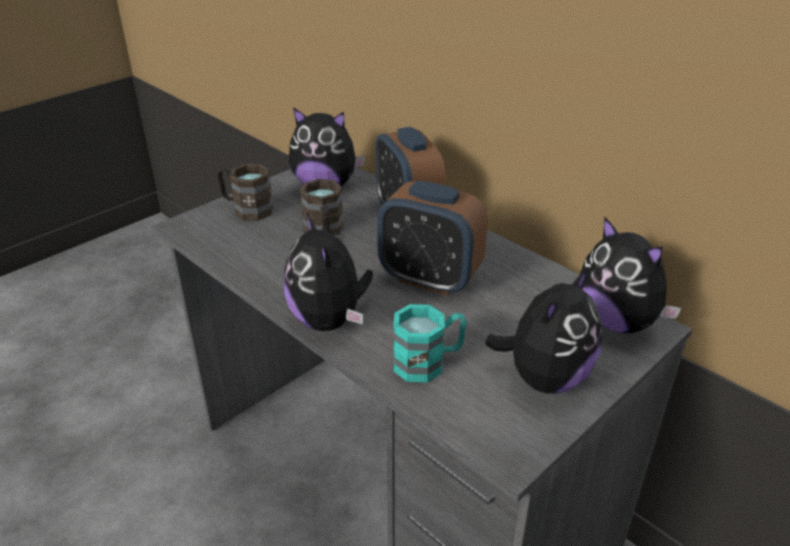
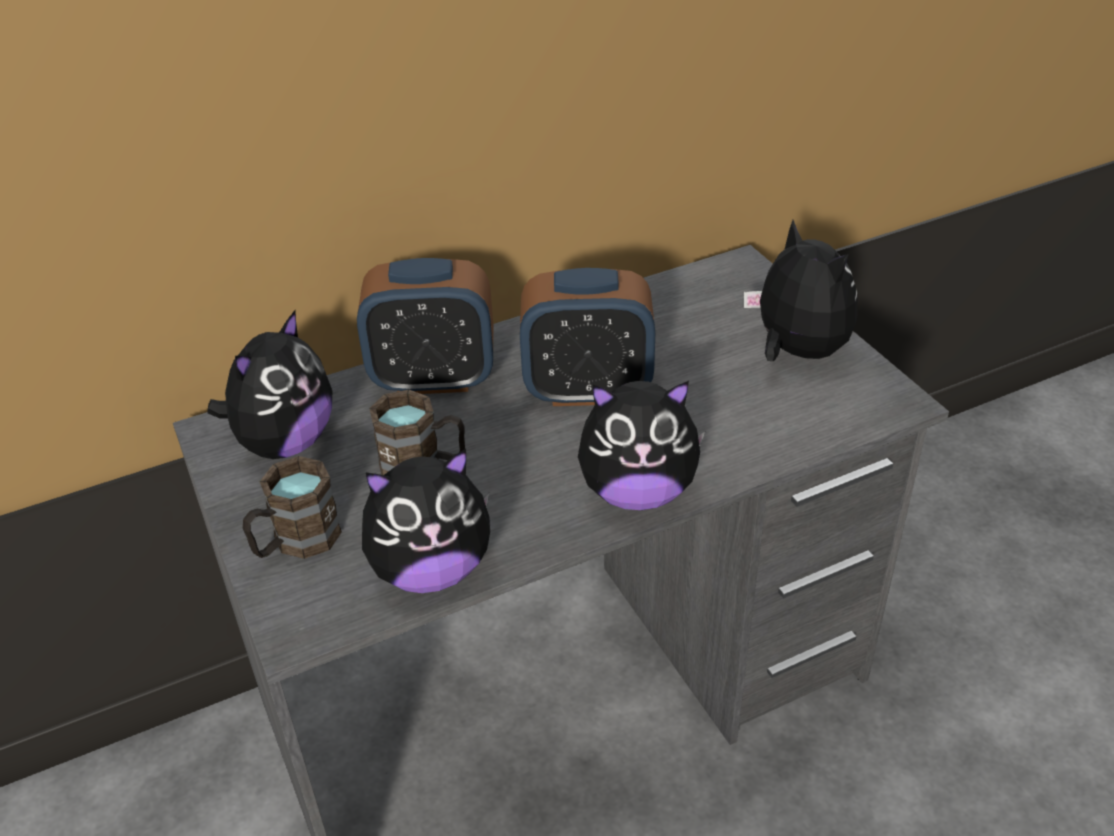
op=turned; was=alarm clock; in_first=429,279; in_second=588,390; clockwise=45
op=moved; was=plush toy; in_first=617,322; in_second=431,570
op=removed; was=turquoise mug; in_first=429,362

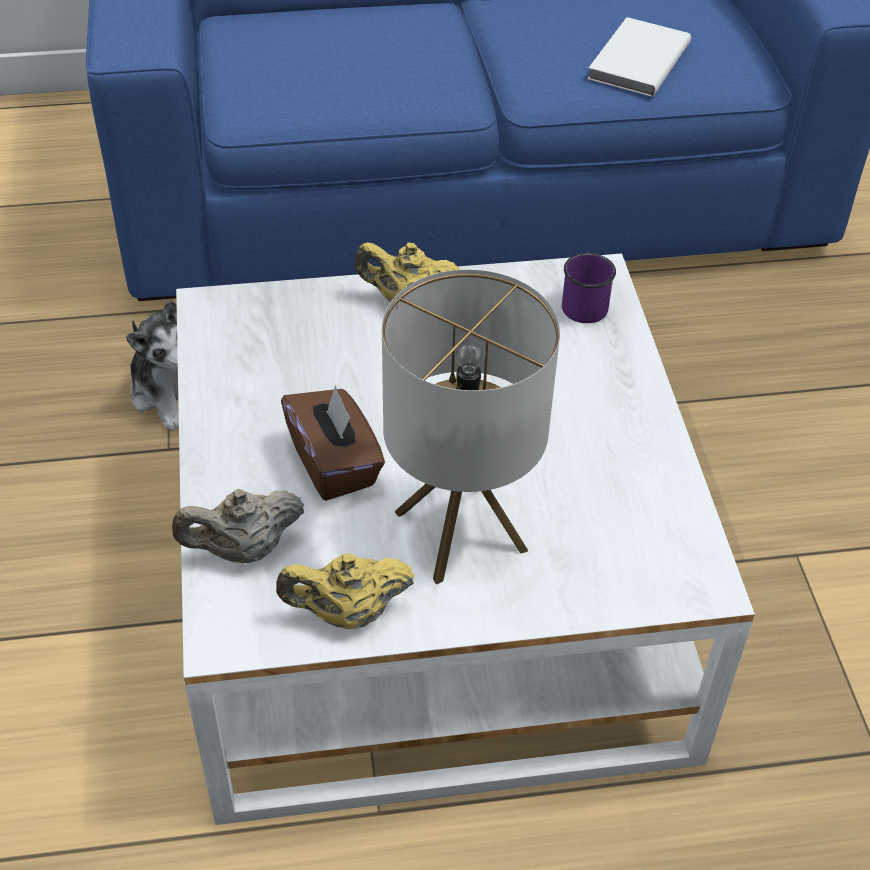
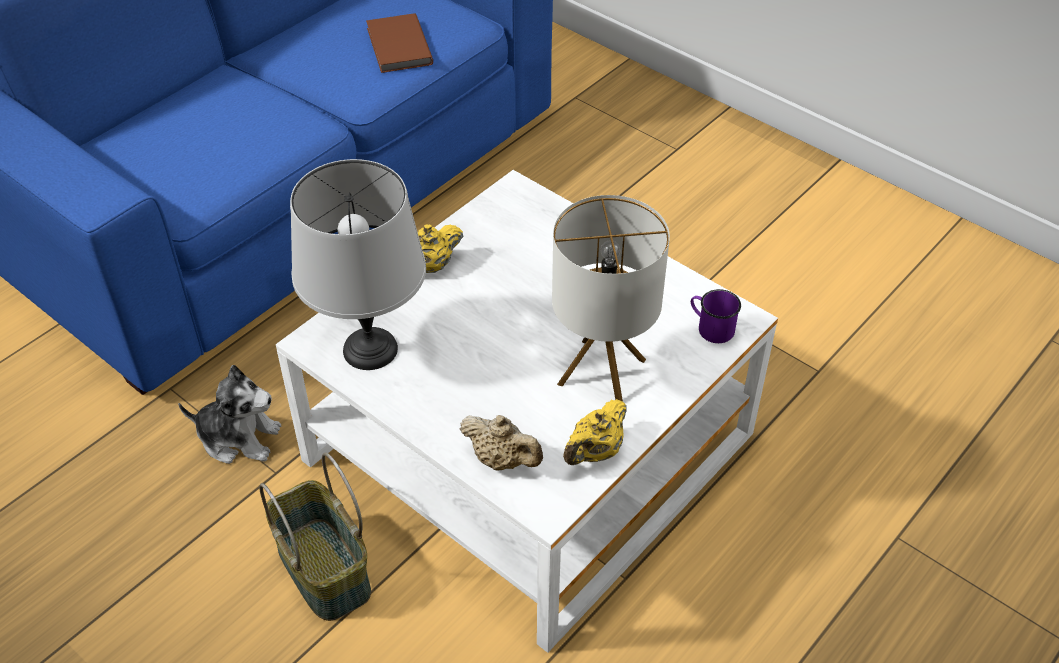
op=recoloured; was=white book; now=brown book; in_first=635,61; in_second=397,47
op=moved; was=purple mug; in_first=582,303; in_second=711,327
op=removed; was=brown tissue box; in_first=334,464
op=turned; was=beige teapot; in_first=243,550; in_second=502,459; clockwise=-90
op=added; now=grey table lamp; in_second=371,350
op=added; now=basket; in_second=322,569

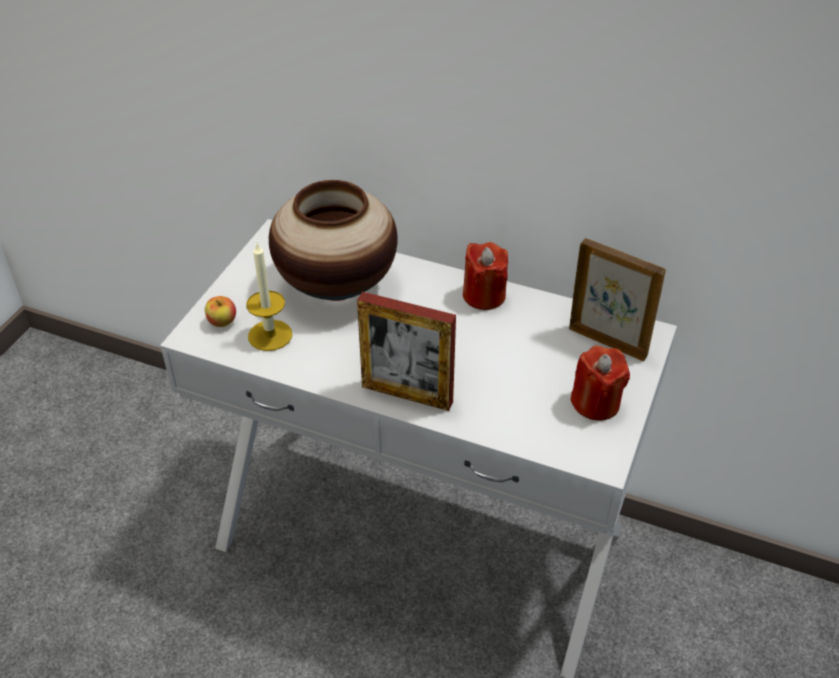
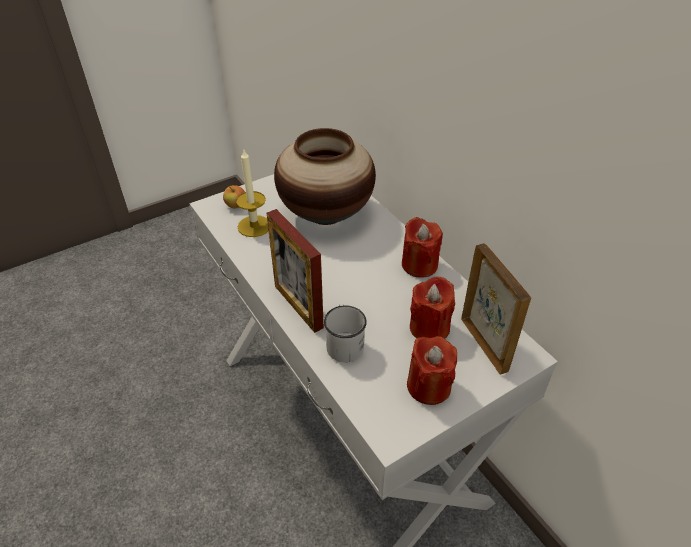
op=added; now=red candle; in_second=429,327
op=added; now=white mug; in_second=344,342

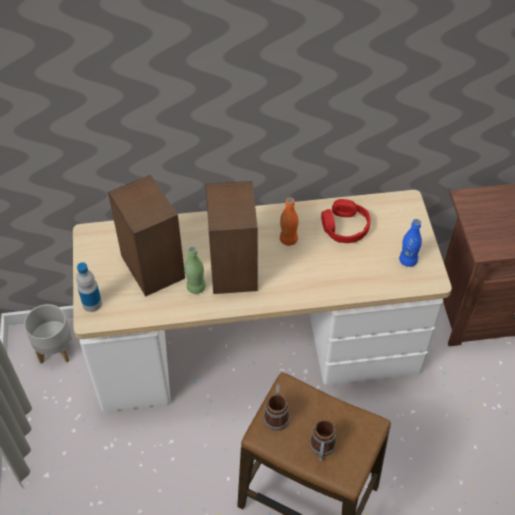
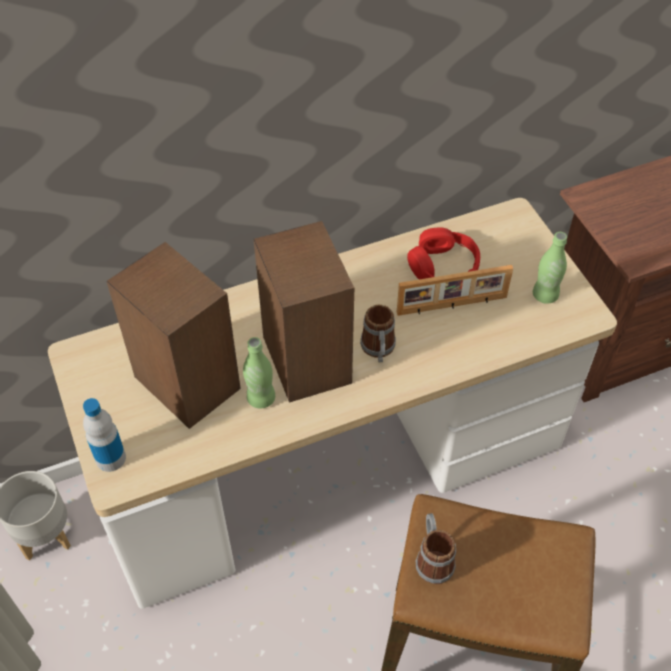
op=removed; was=orange bottle; in_first=288,239
op=recoloured; was=blue bottle; now=green bottle; in_first=408,260; in_second=545,295
op=moved; was=mug; in_first=321,449; in_second=378,350
op=added; now=picture frame; in_second=452,306

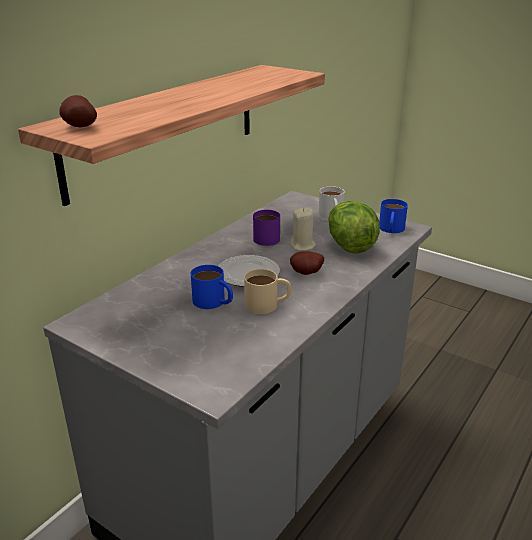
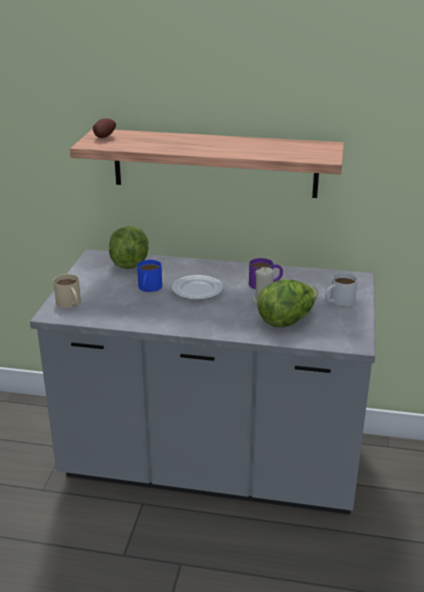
op=removed; was=blue mug; in_first=391,230
op=removed; was=potato; in_first=307,273
op=moved; was=beige mug; in_first=267,304; in_second=70,304
op=added; now=lettuce; in_second=129,262

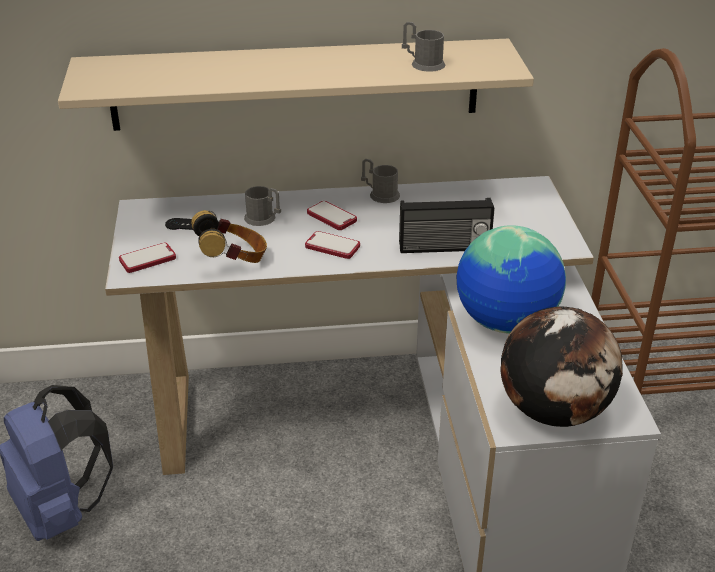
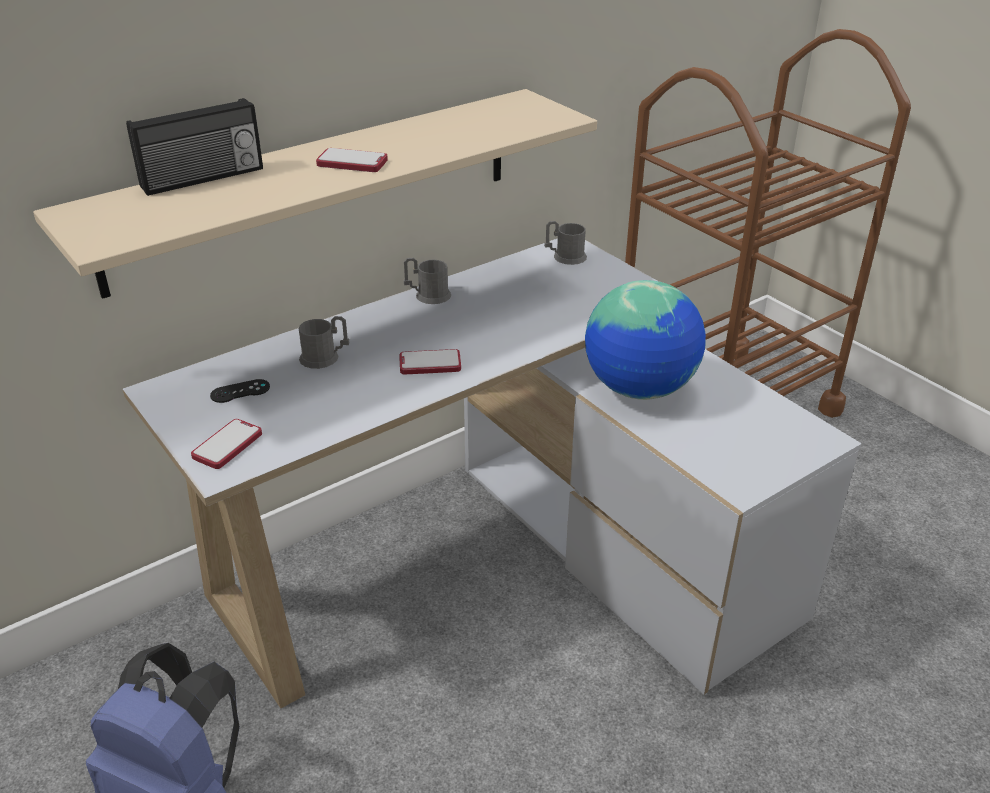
op=moved; was=grey mug; in_first=423,64; in_second=565,257
op=moved; was=radio; in_first=444,248; in_second=203,179
op=moved; was=phone; in_first=331,217; in_second=352,162
op=removed; was=headphones; in_first=233,260
op=removed; was=globe; in_first=554,411

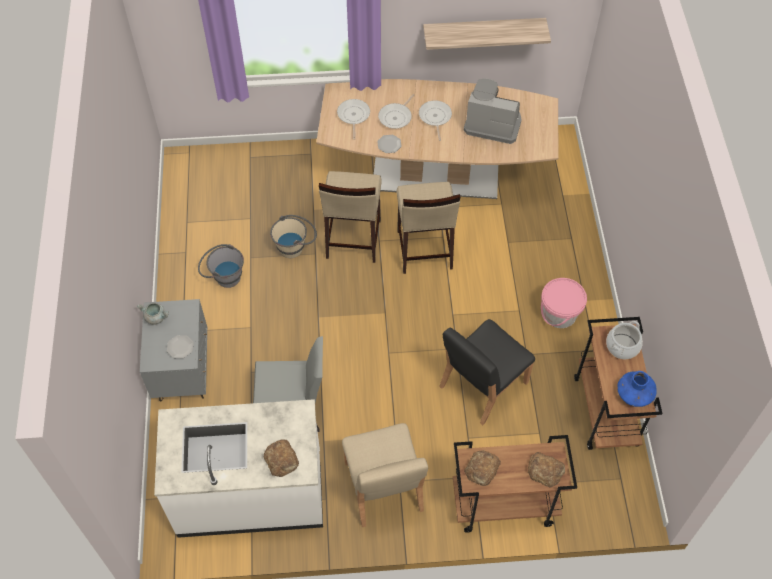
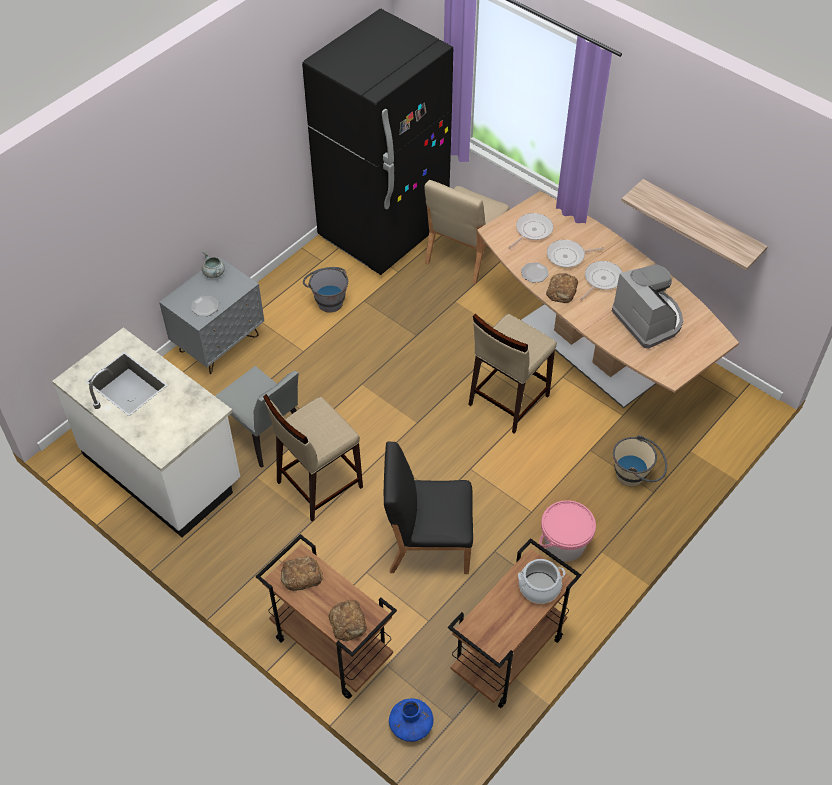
op=moved; was=beige stool; in_first=352,239; in_second=318,484
op=moved; was=beige bucket; in_first=295,246; in_second=636,476
op=moved; was=blue vase; in_first=634,394; in_second=411,724
op=moved; was=beige chair; in_first=383,487; in_second=464,253
op=moved; was=bread; in_first=282,460; in_second=562,291
op=added; now=black fridge; in_second=384,230

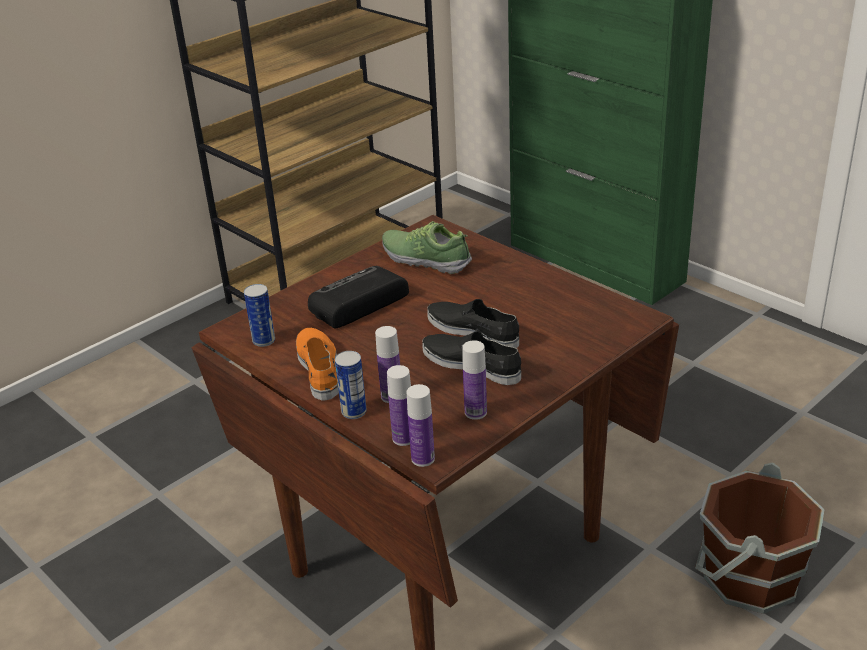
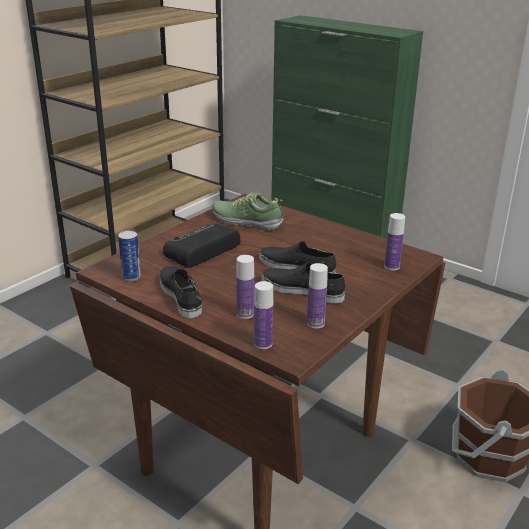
op=recoloured; was=orange shoe; now=black shoe; in_first=319,368; in_second=181,295
op=removed; was=can; in_first=354,412
op=moved; was=bottle; in_first=423,459; in_second=391,266

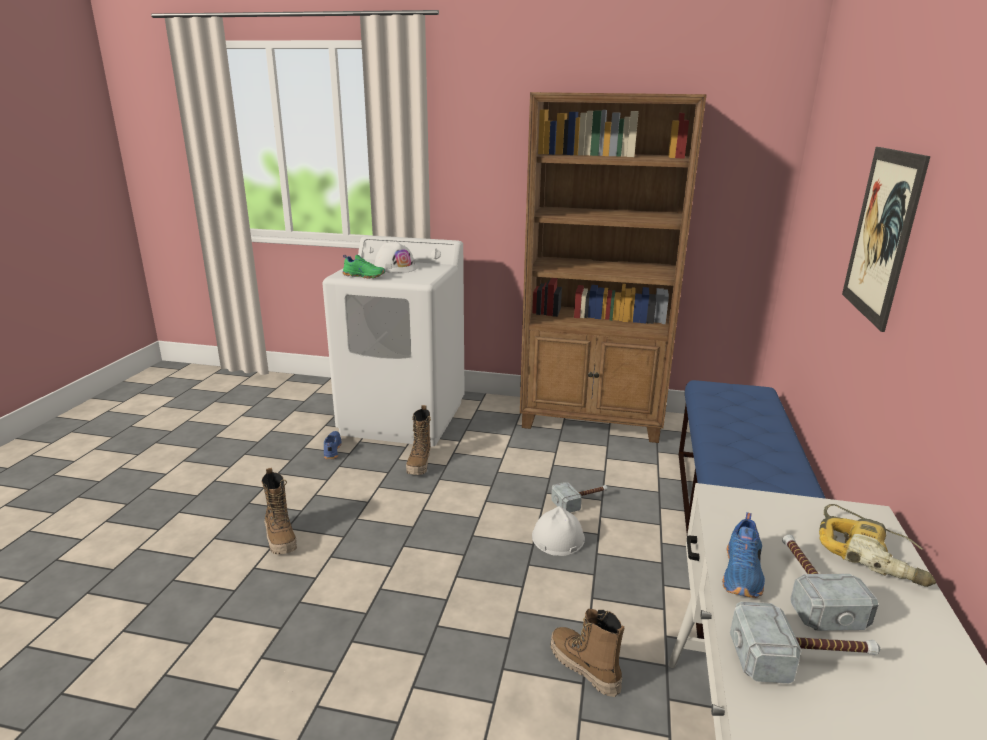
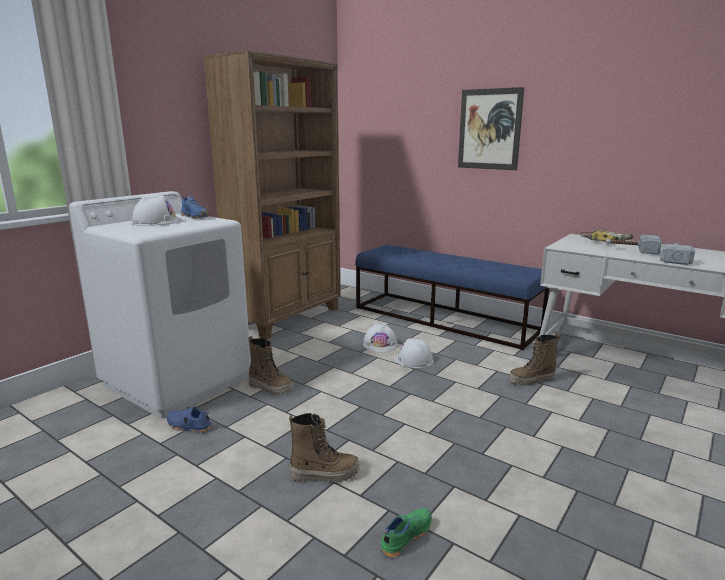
op=moved; was=green shoe; in_first=364,276; in_second=405,536
op=replaced; was=hammer; now=white hard hat; in_first=581,501; in_second=380,344
op=moved; was=blue shoe; in_first=743,574; in_second=196,217

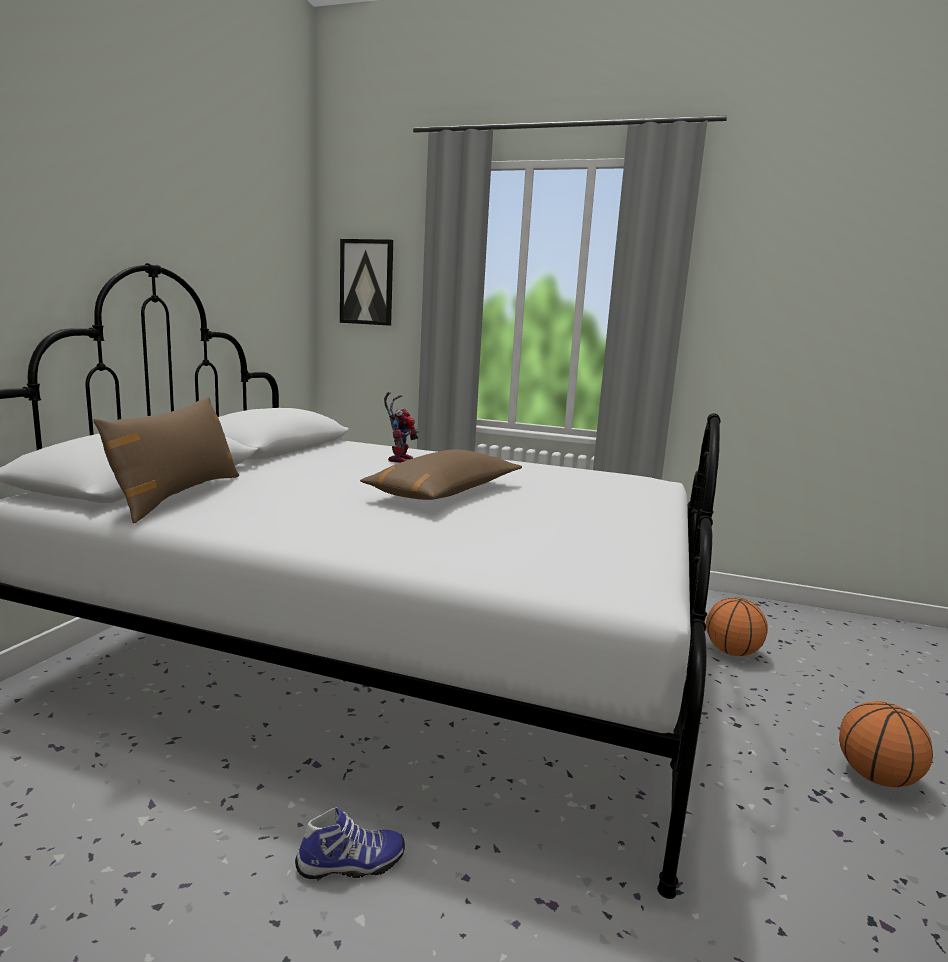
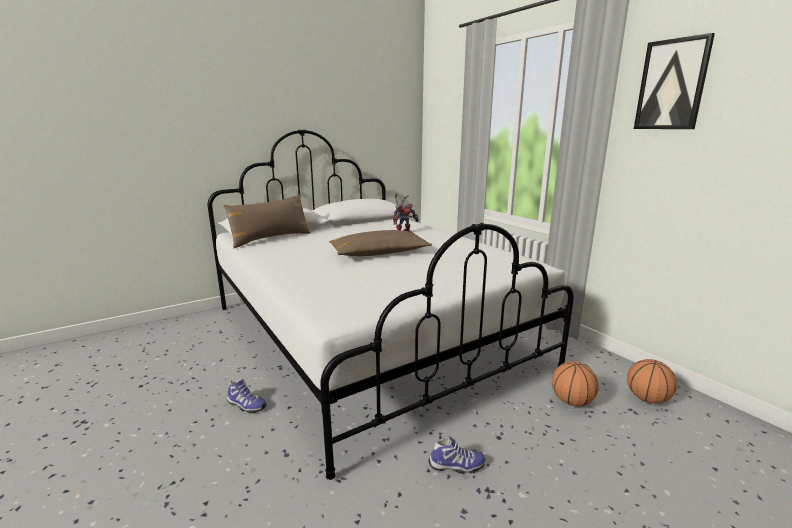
op=moved; was=picture; in_first=367,282; in_second=672,85
op=moved; was=basketball; in_first=876,777; in_second=647,399
op=added; now=shoe; in_second=456,466

